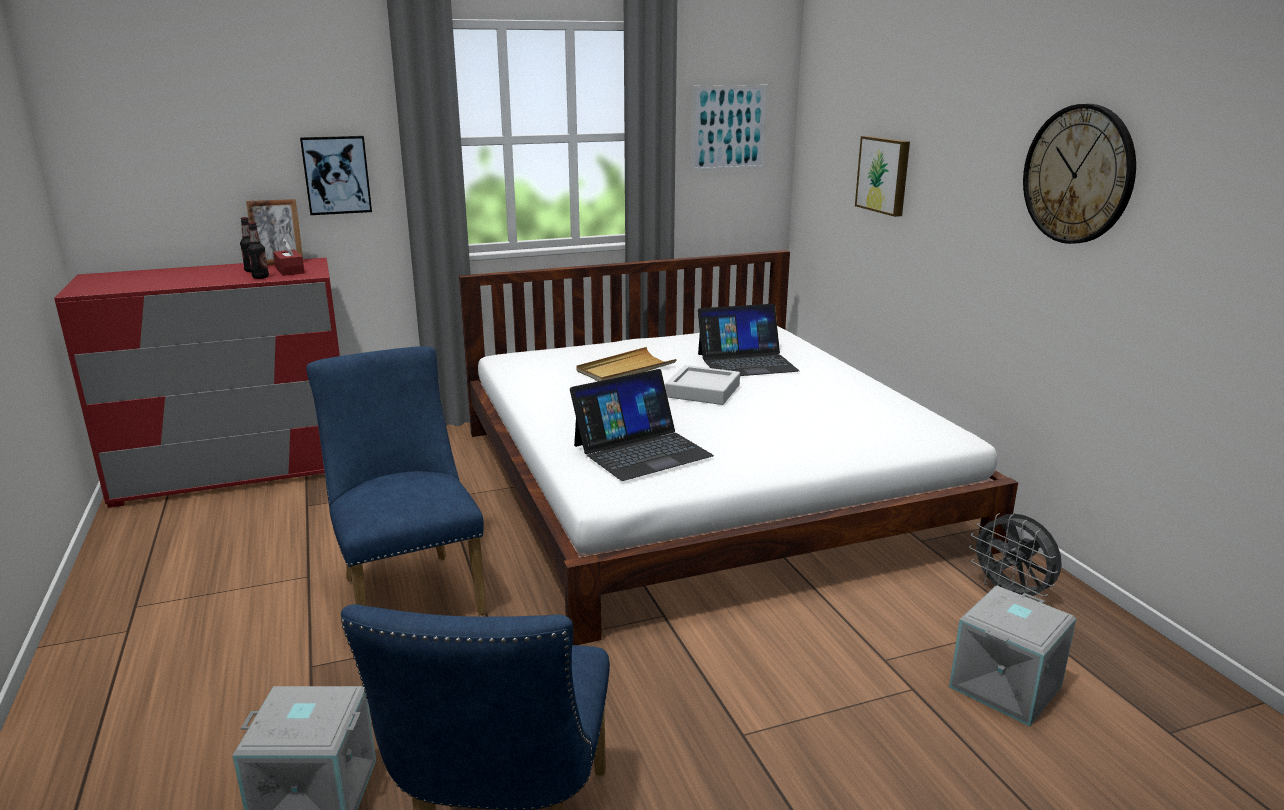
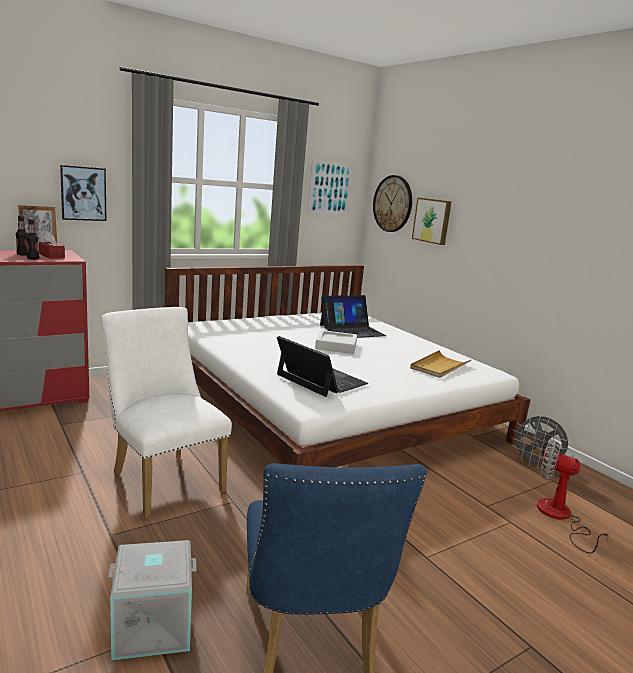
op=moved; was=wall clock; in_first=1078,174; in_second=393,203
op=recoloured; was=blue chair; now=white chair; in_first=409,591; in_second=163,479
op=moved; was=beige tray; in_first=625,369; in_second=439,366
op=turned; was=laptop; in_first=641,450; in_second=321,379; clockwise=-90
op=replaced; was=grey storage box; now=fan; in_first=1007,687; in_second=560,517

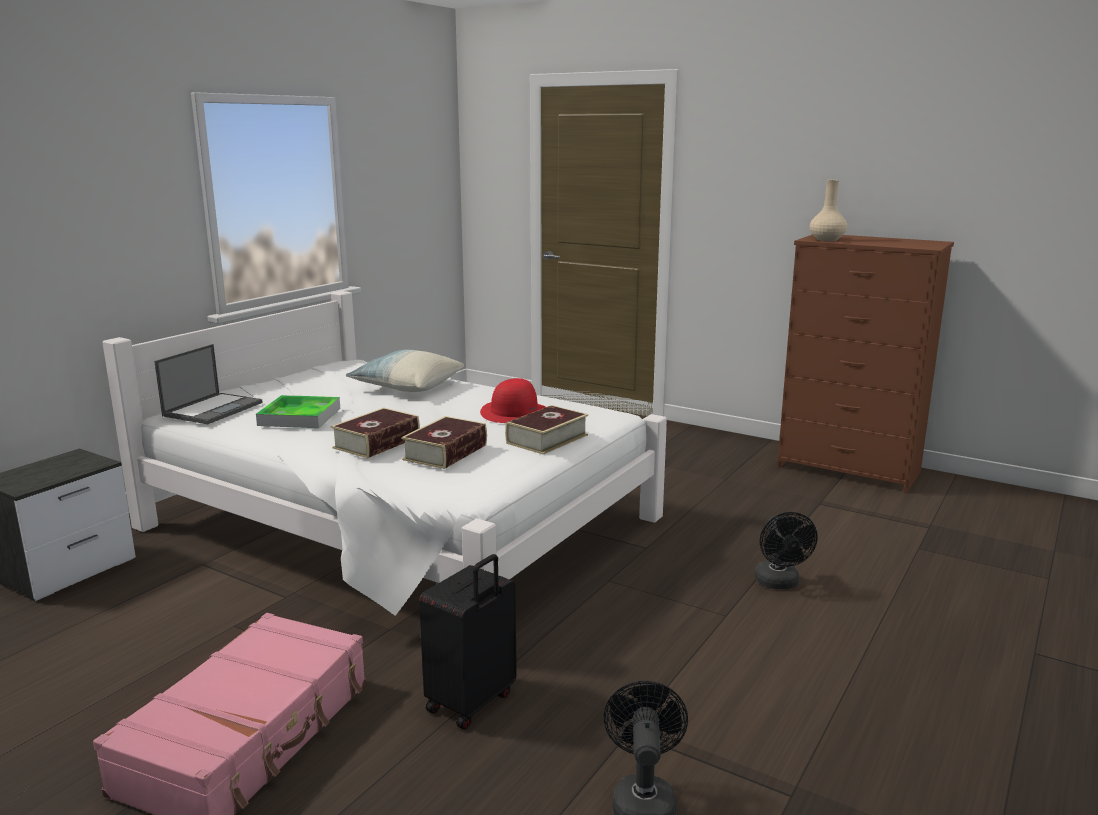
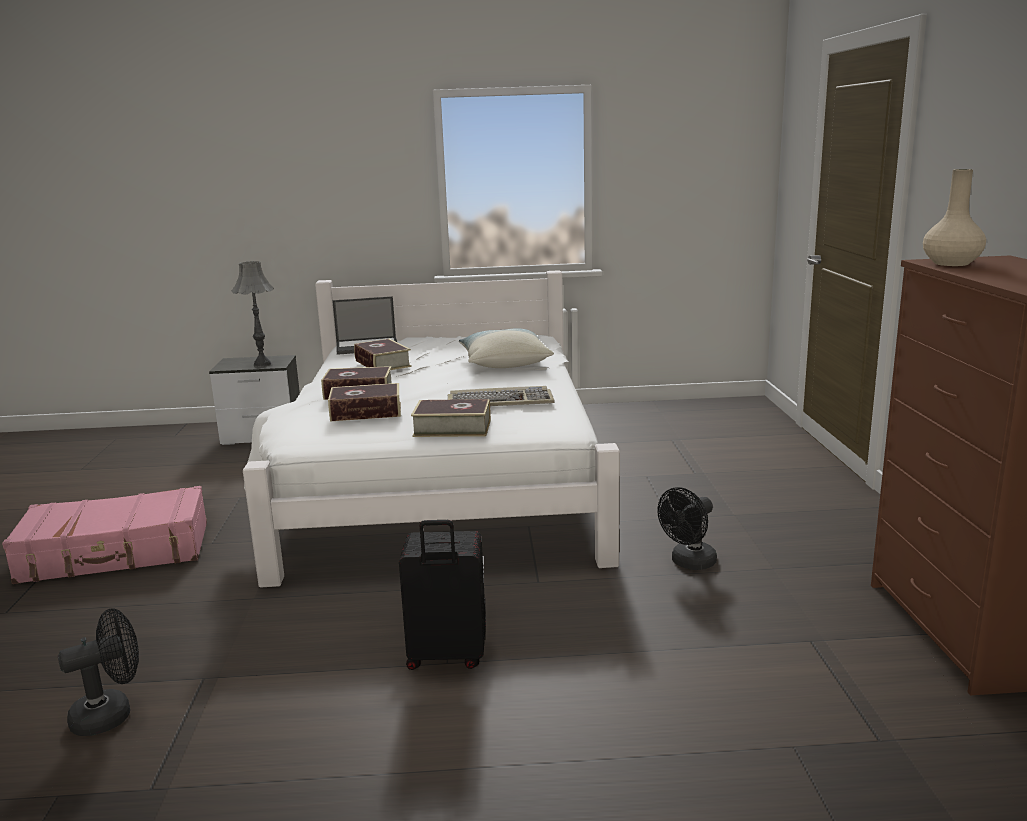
op=replaced; was=red hat; now=keyboard; in_first=514,412; in_second=500,402
op=replaced; was=tray; now=book; in_first=299,417; in_second=382,363
op=moved; was=black fan; in_first=779,584; in_second=689,563
op=moved; was=black suitcase; in_first=472,703; in_second=446,657
op=added; now=grey table lamp; in_second=262,364

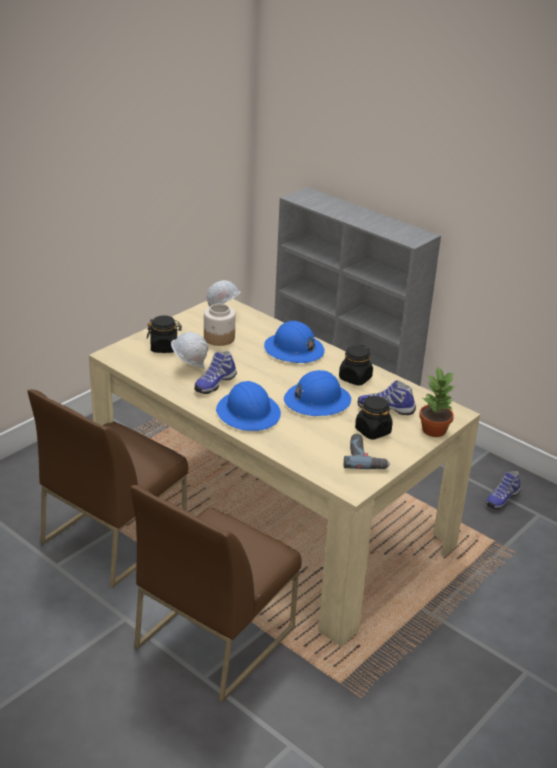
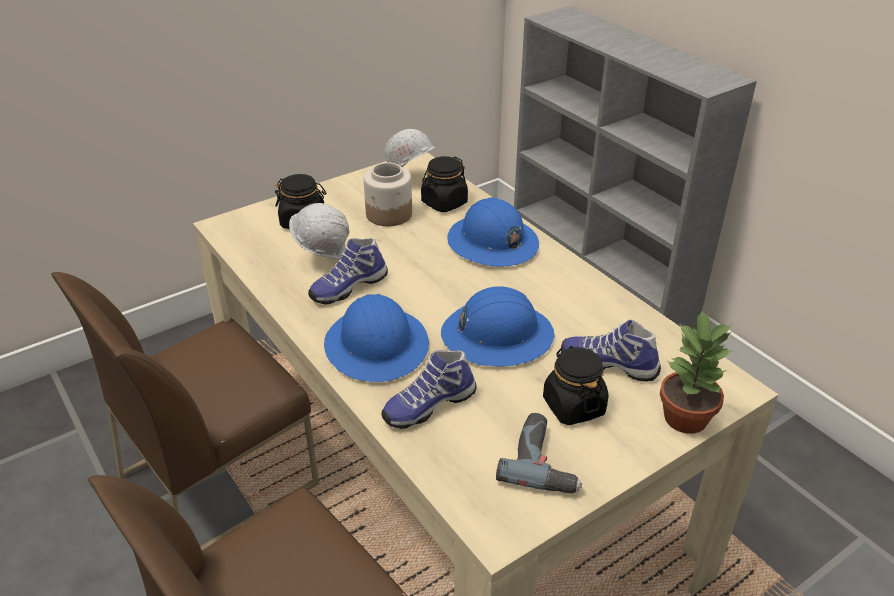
op=moved; was=black jar; in_first=355,378; in_second=444,203
op=moved; was=shoe; in_first=501,498; in_second=428,404

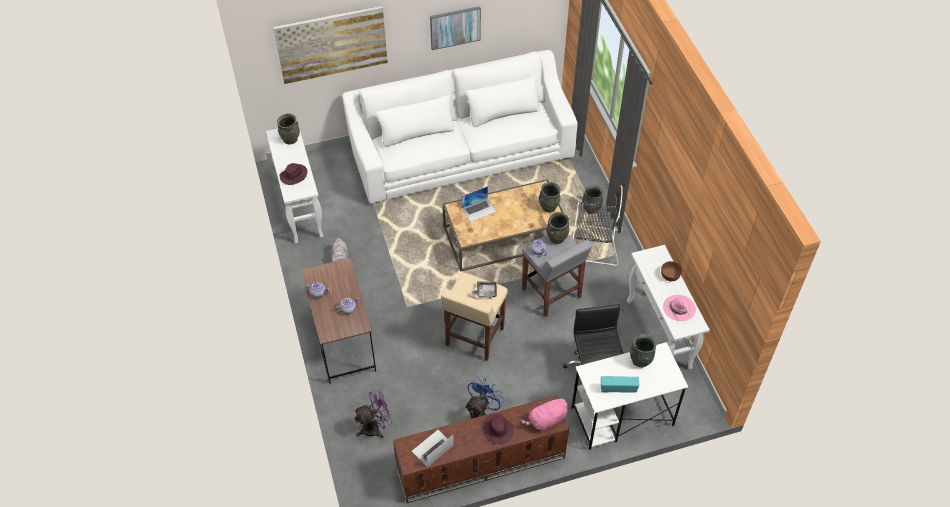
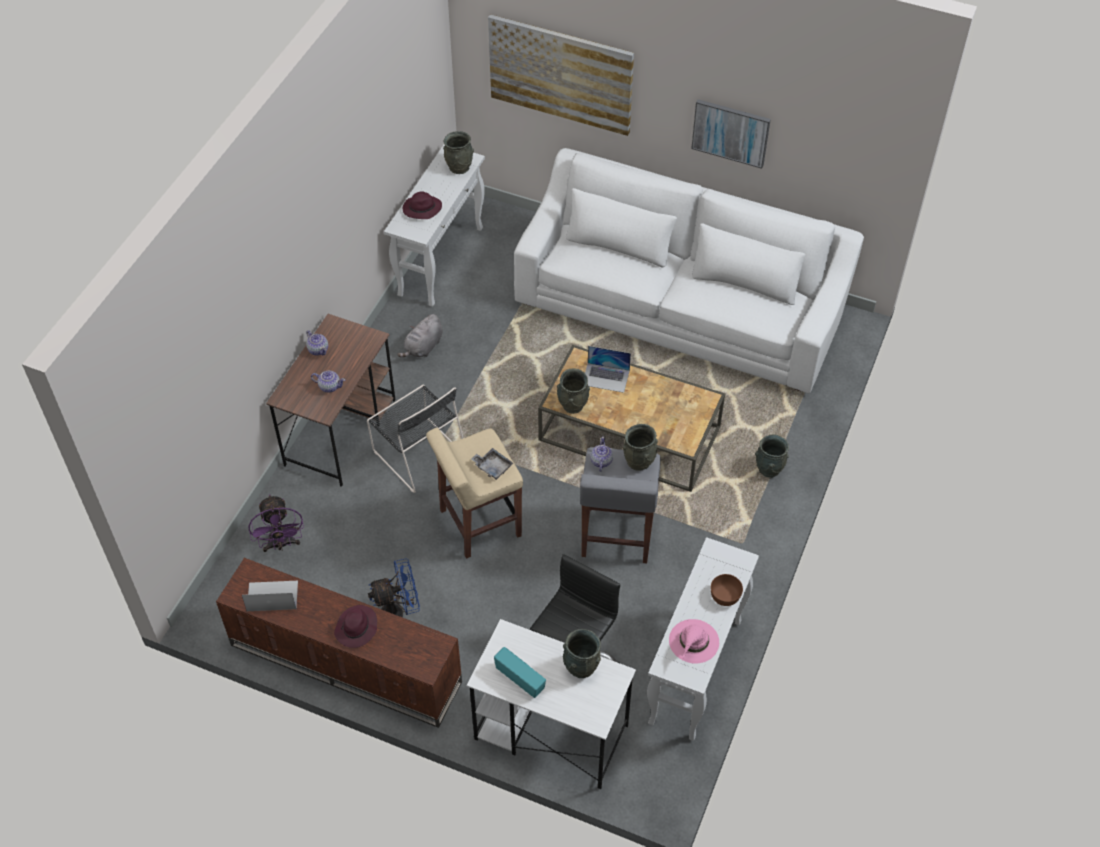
op=moved; was=grey vase; in_first=548,207; in_second=572,405
op=moved; was=black chair; in_first=594,244; in_second=418,452
op=turned; was=purple fan; in_first=375,427; in_second=281,544; clockwise=60
op=removed; was=pink plush toy; in_first=546,420

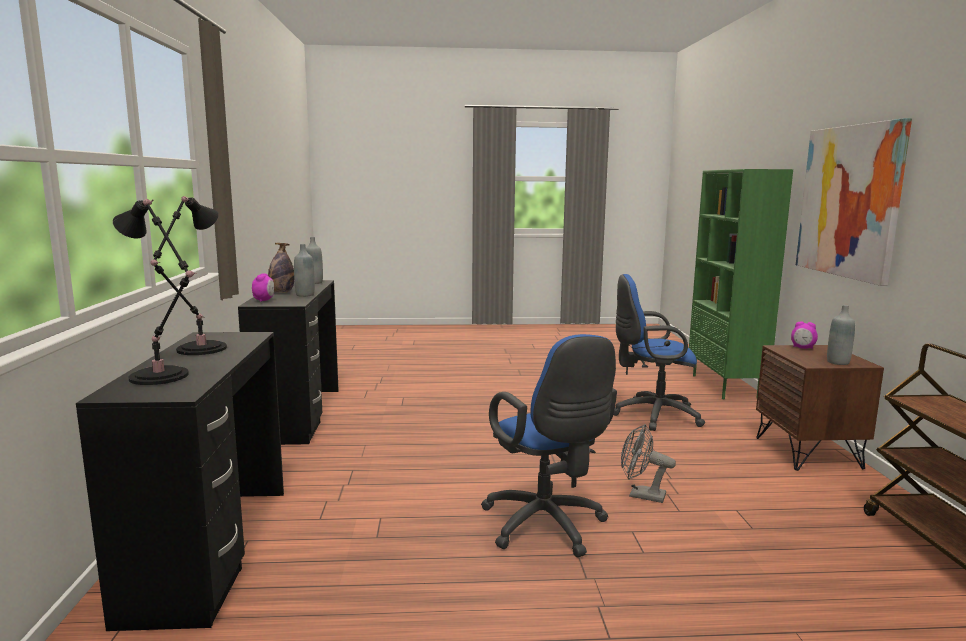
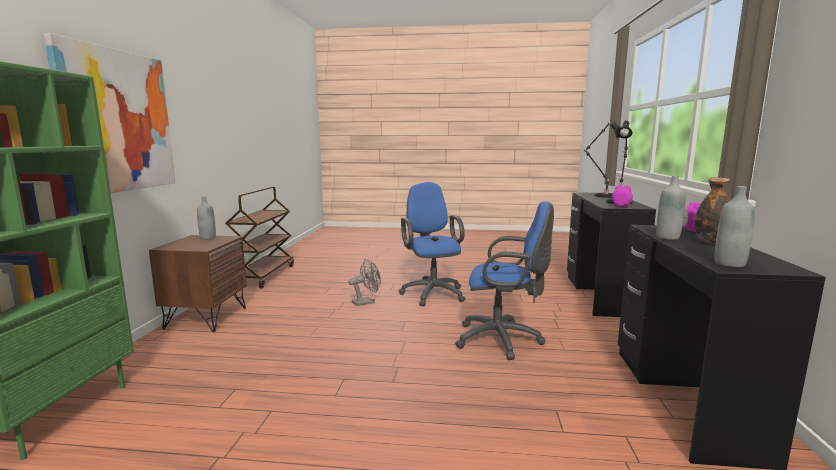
op=moved; was=blue office chair; in_first=652,415; in_second=503,340
op=moved; was=alarm clock; in_first=802,348; in_second=621,206
op=turned; was=grey fan; in_first=641,495; in_second=367,302; clockwise=-60

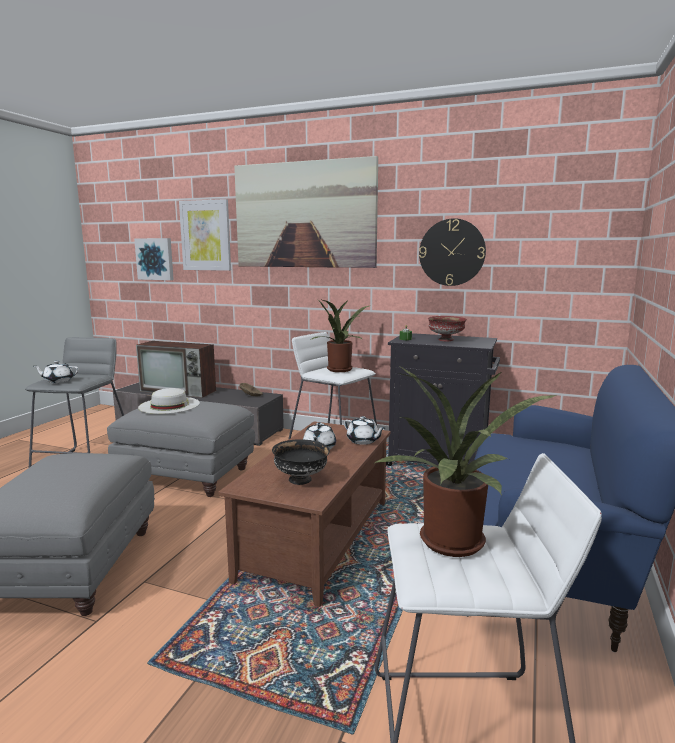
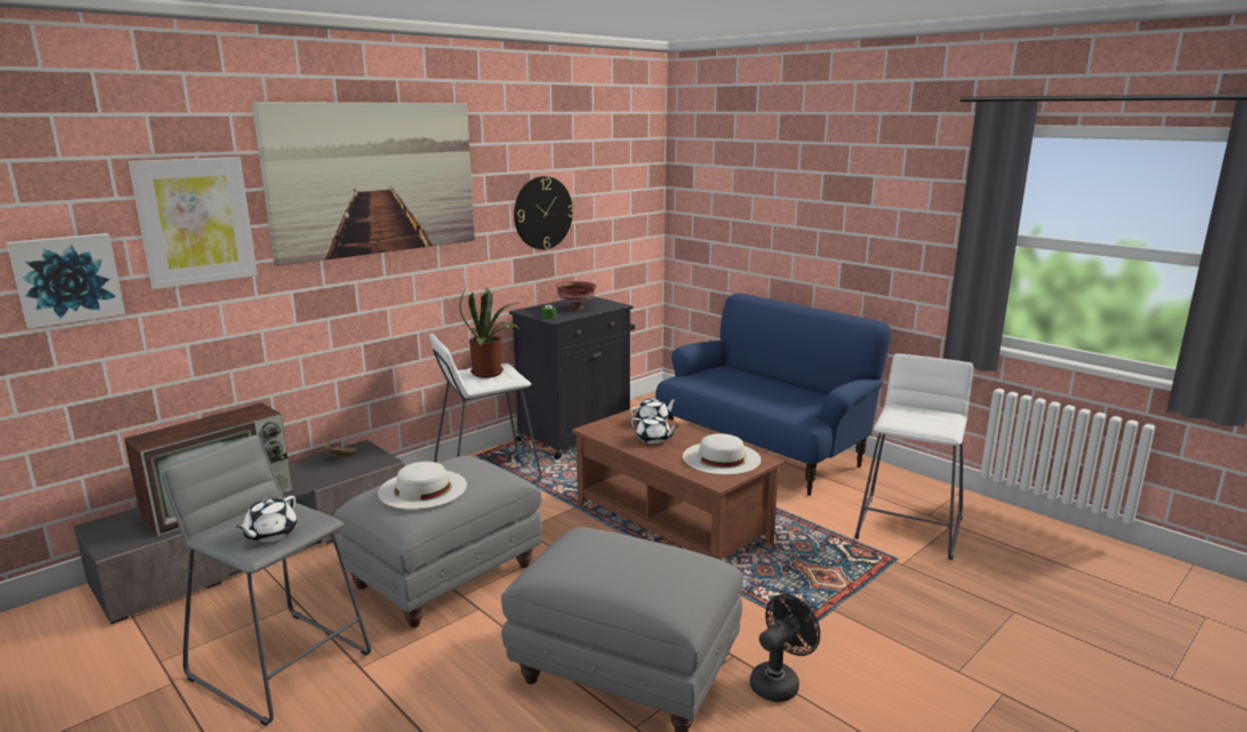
op=removed; was=potted plant; in_first=453,546
op=replaced; was=black bowl; now=white hat; in_first=301,480; in_second=721,458
op=added; now=black fan; in_second=779,682

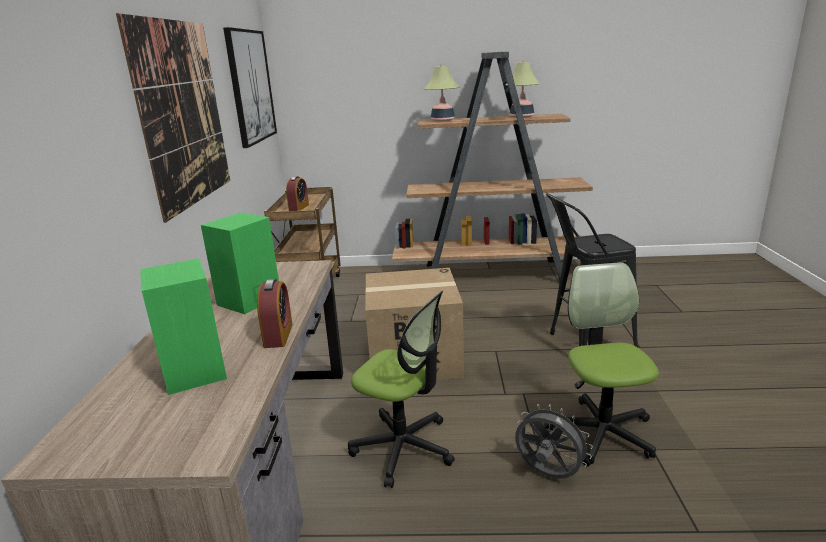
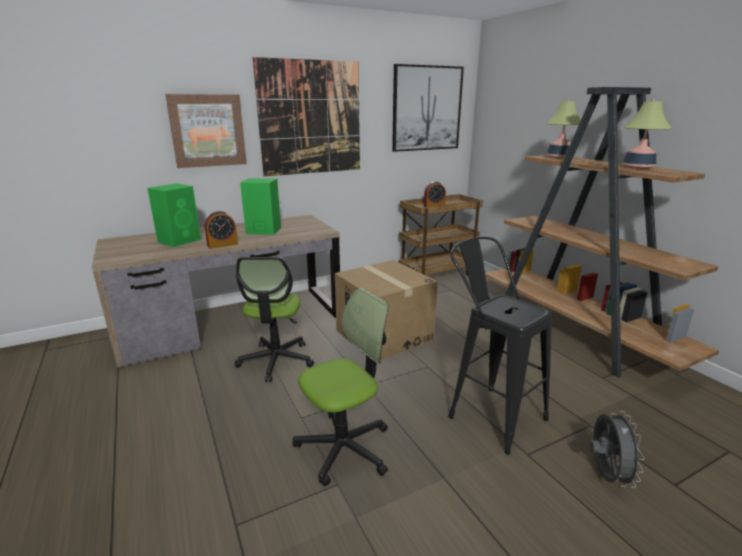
op=moved; was=grey fan; in_first=547,474; in_second=606,475
op=added; now=picture; in_second=207,130

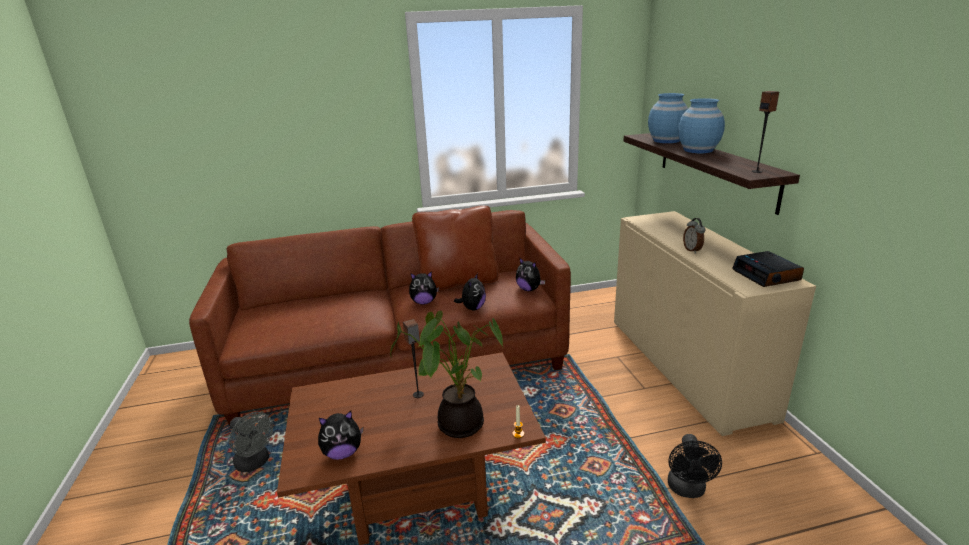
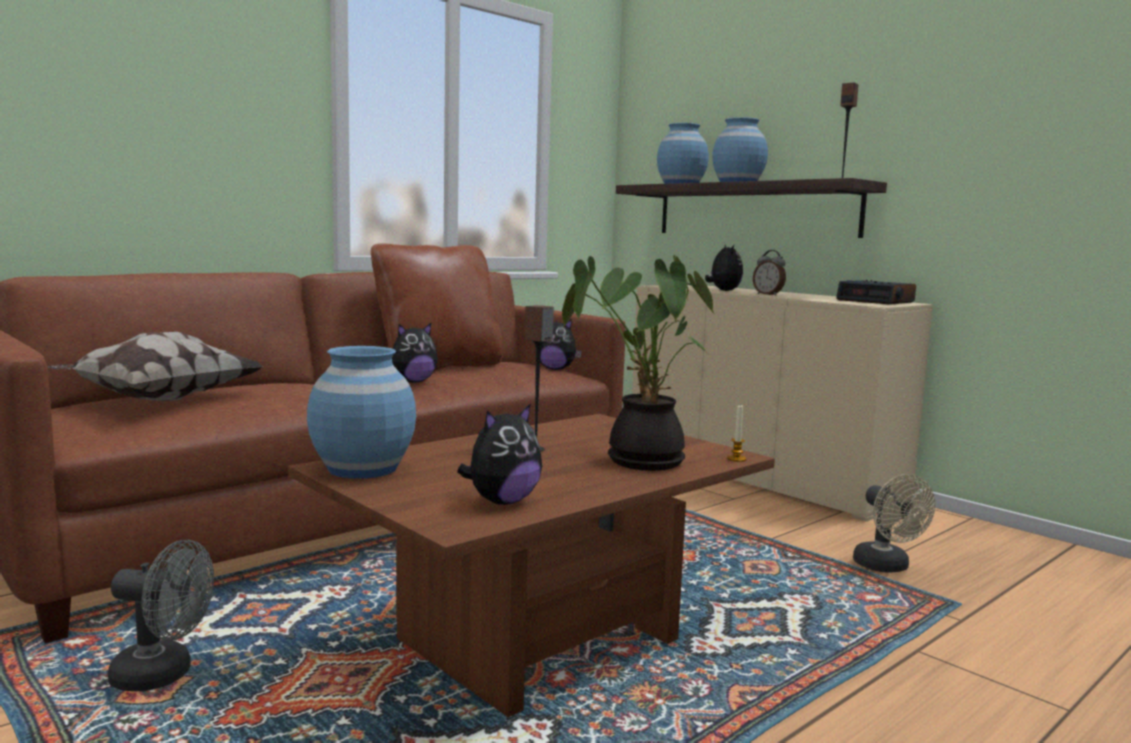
op=moved; was=plush toy; in_first=472,308; in_second=723,291
op=recoloured; was=black fan; now=beige fan; in_first=687,490; in_second=887,567
op=added; now=pillow; in_second=158,400
op=added; now=blue vase; in_second=362,469

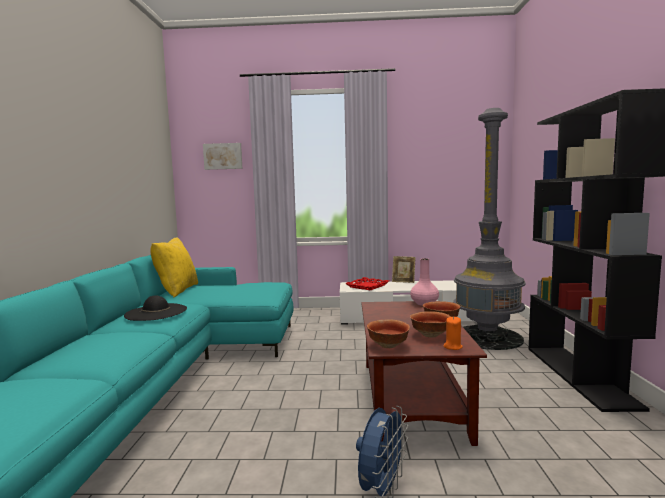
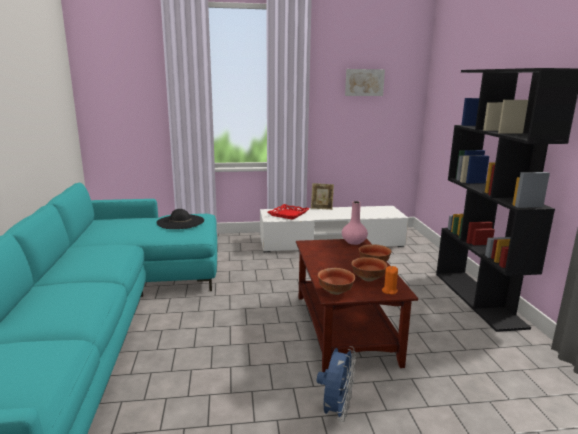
op=removed; was=grey floor lamp; in_first=487,337
op=moved; was=picture; in_first=223,156; in_second=364,82
op=removed; was=yellow pillow; in_first=176,290
op=moved; was=black hat; in_first=156,312; in_second=180,222

